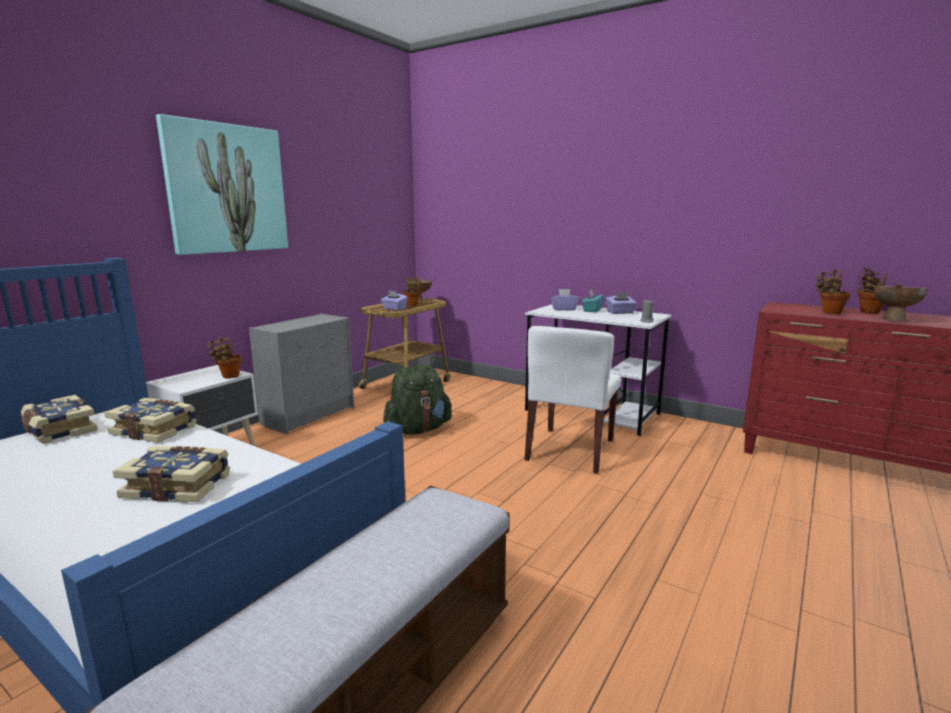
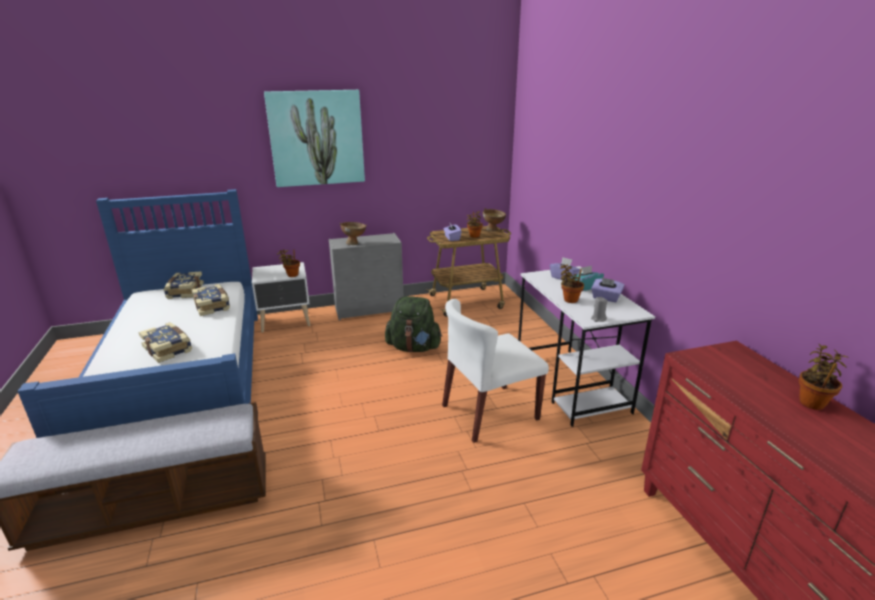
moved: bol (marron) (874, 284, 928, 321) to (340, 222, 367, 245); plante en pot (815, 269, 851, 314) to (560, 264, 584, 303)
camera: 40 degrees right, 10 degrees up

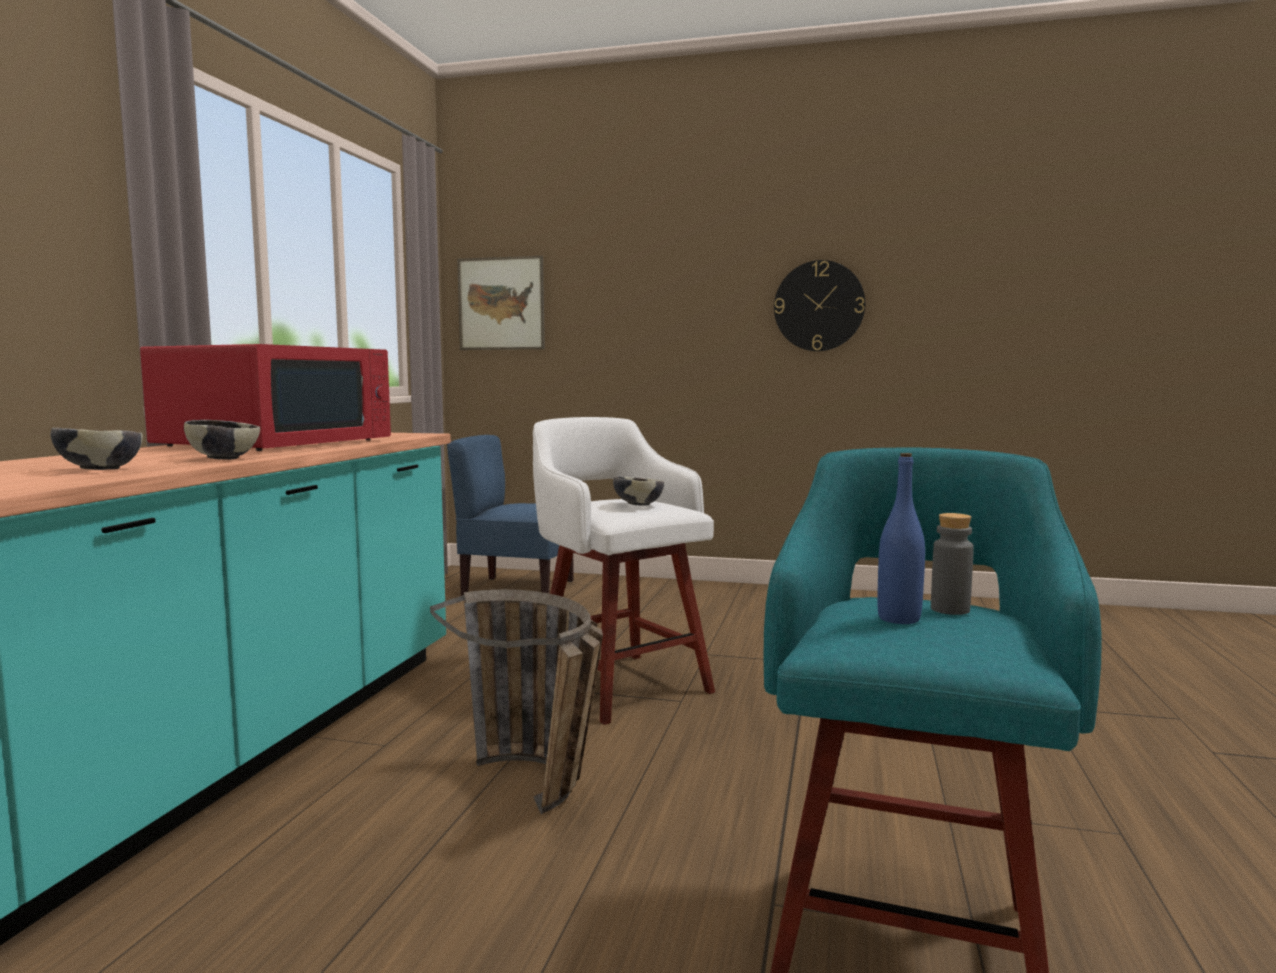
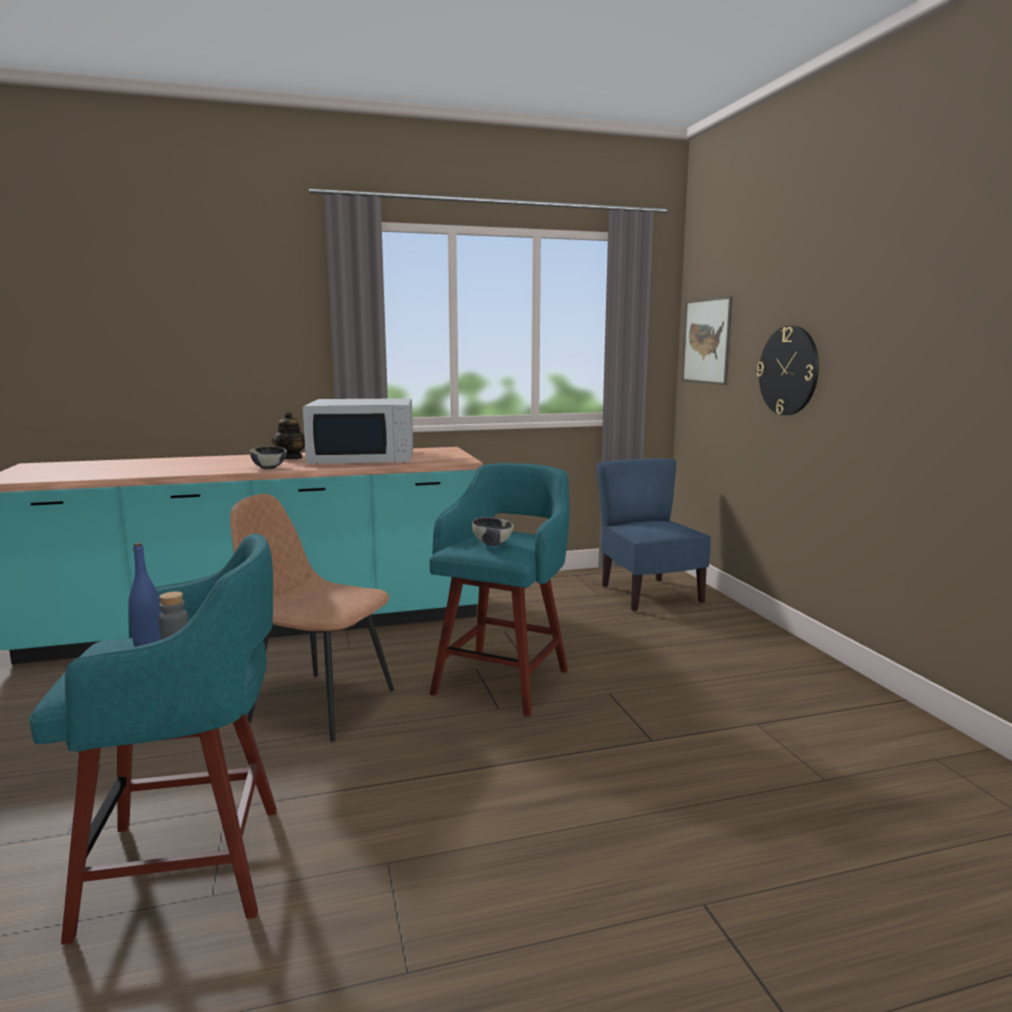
removed: bol (50, 427, 143, 470)
added: théière (272, 412, 305, 459)
moved: horloge murale (774, 260, 865, 351) to (757, 326, 819, 415)
replaced: panier (430, 589, 603, 814) to chaise (marron) (230, 494, 394, 741)
recoloured: micro-ondes (rouge) (140, 344, 391, 451) to micro-ondes (blanc) (303, 398, 413, 464); tabouret (blanc) (533, 417, 715, 725) to tabouret (turquoise) (429, 463, 570, 717)
camera: 60 degrees right, 5 degrees up

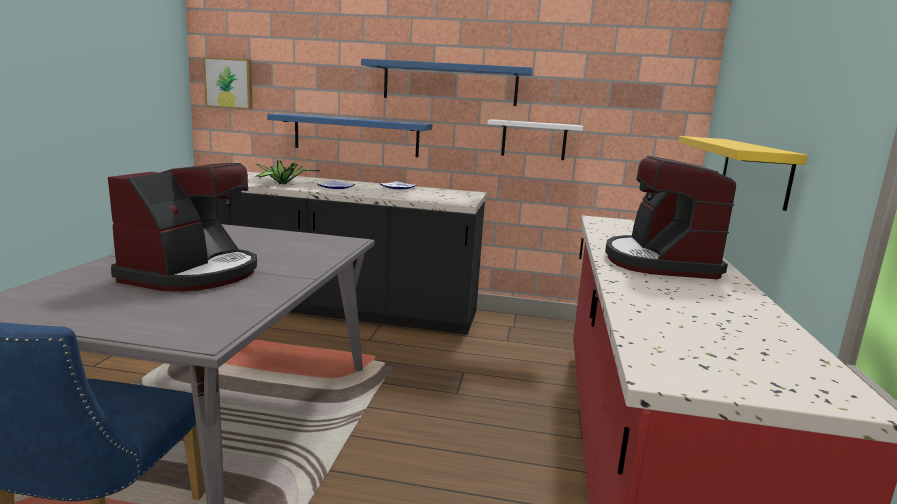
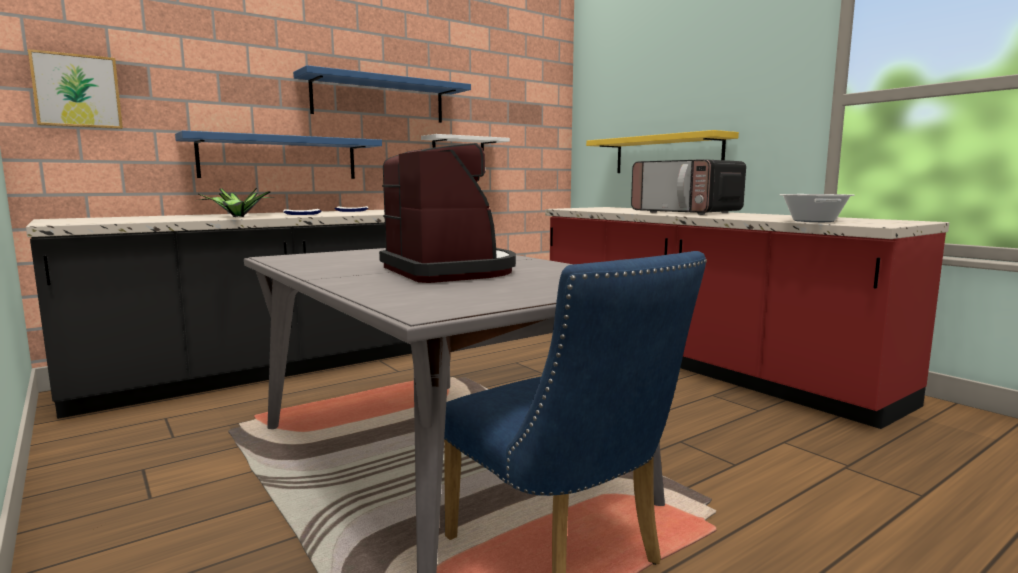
added: marmite (779, 194, 855, 222)
replaced: machine à café (605, 156, 736, 279) to micro-ondes (631, 159, 746, 215)
camera: 45 degrees left, 5 degrees down

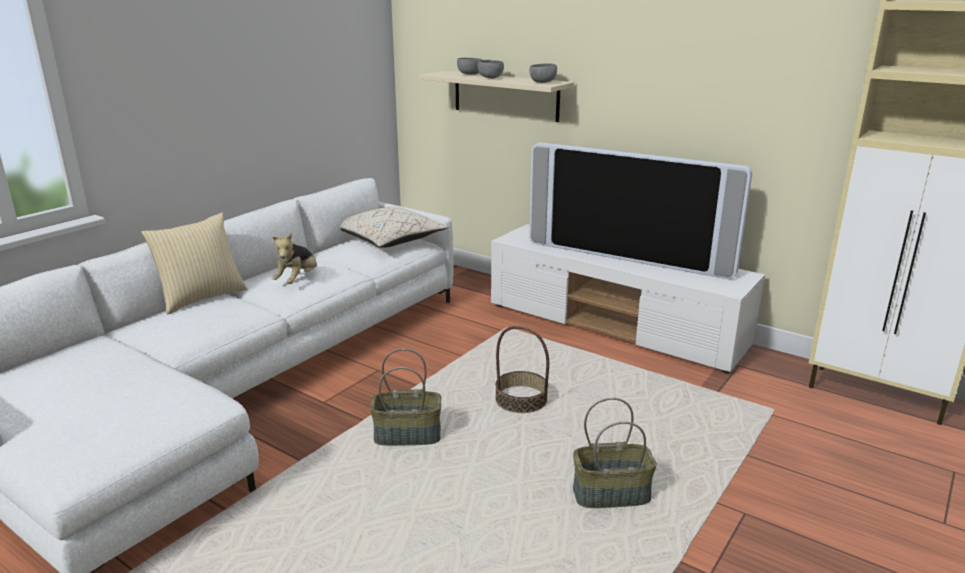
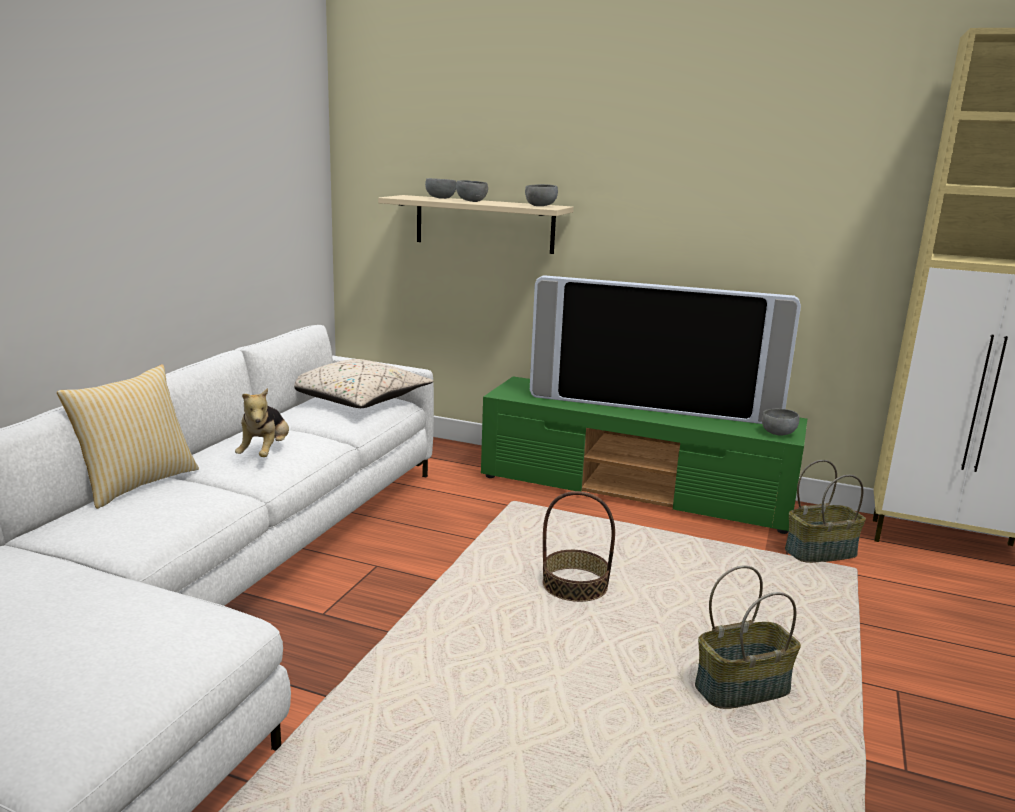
added: bol (gris) (762, 409, 799, 436)
moved: panier (370, 348, 441, 446) to (785, 460, 866, 563)
recoloured: meuble télé (blanc) (491, 224, 765, 374) to meuble télé (vert) (481, 376, 807, 534)
camera: 15 degrees left, 5 degrees down

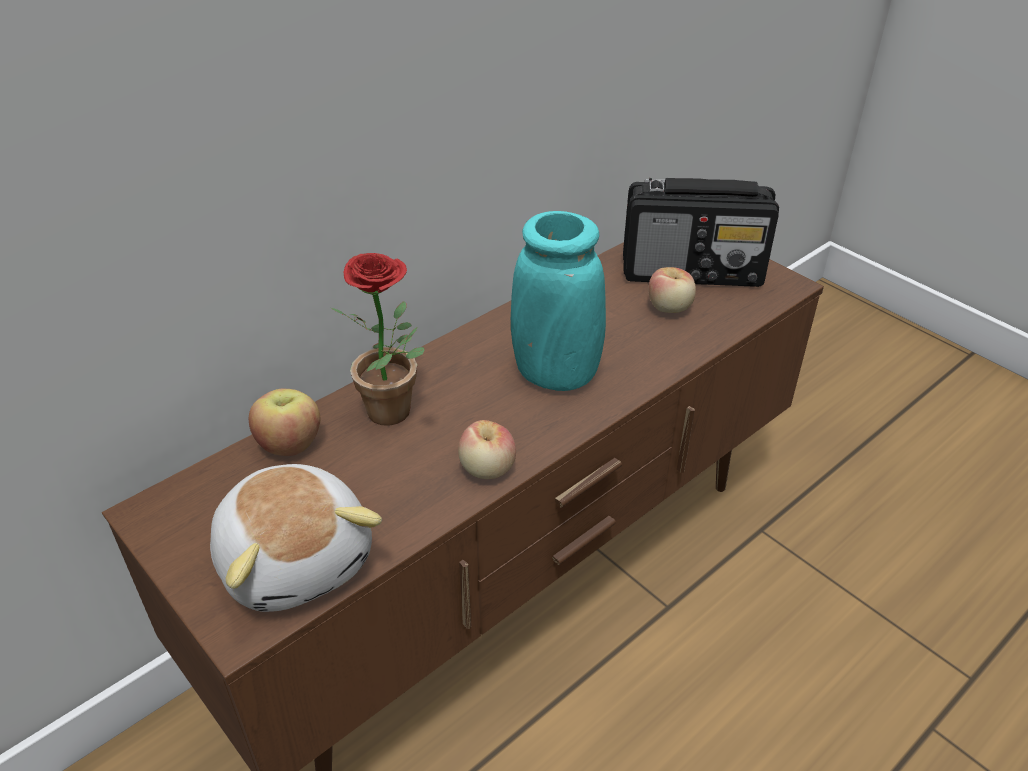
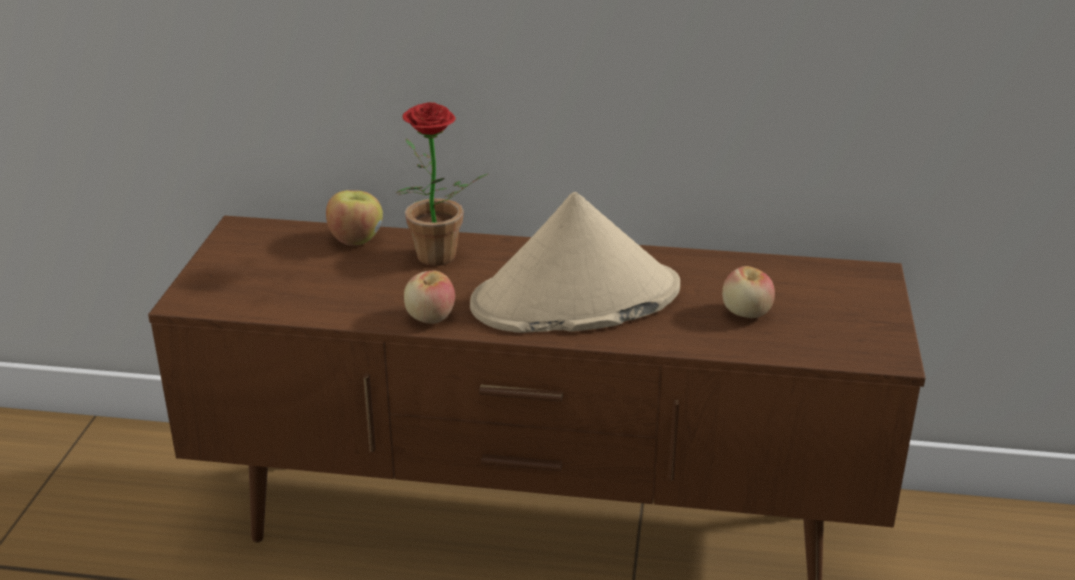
removed: peluche (210, 464, 382, 612); radio (623, 178, 779, 287)
replaced: vase (turquoise) (511, 211, 606, 391) to chapeau (beige) (470, 192, 680, 333)
camera: 50 degrees right, 10 degrees down

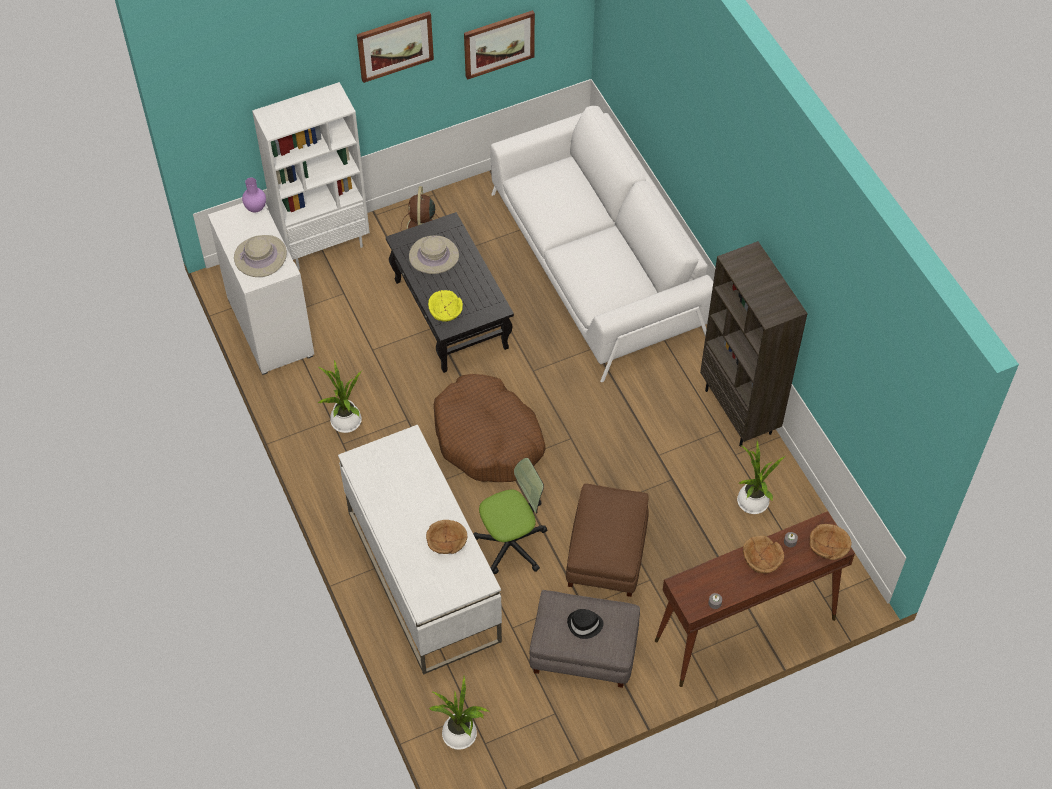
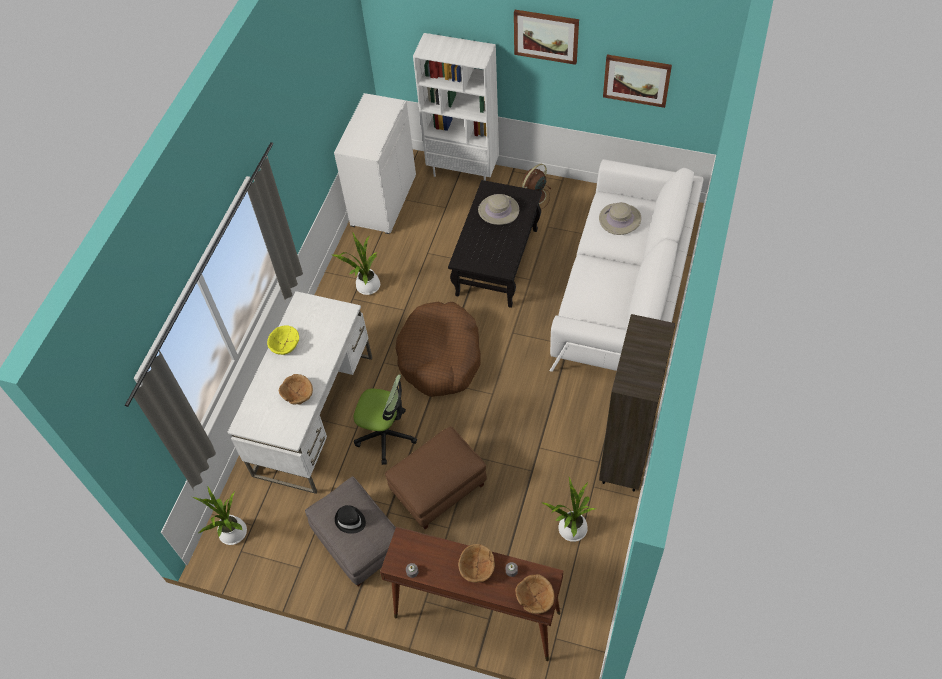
removed: vase (violet) (242, 178, 266, 212)
moved: bol (jaune) (428, 290, 463, 322) to (267, 325, 299, 355); chapeau (beige) (234, 235, 287, 277) to (599, 202, 642, 235)
camera: 45 degrees right, 0 degrees up

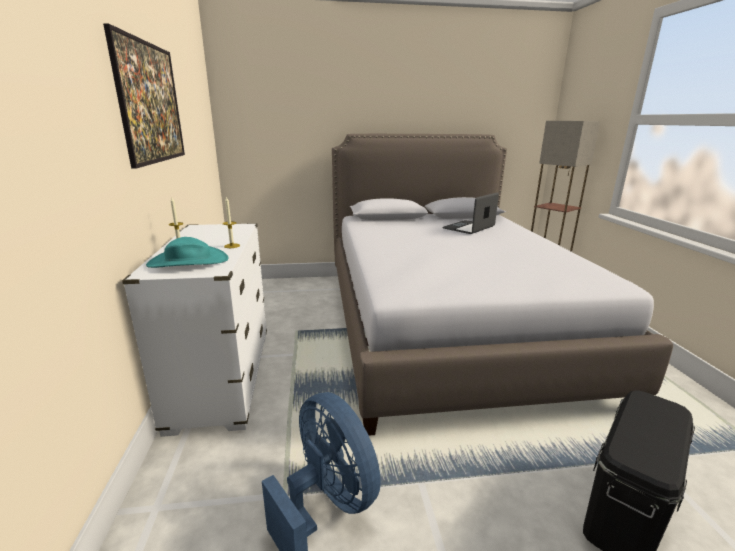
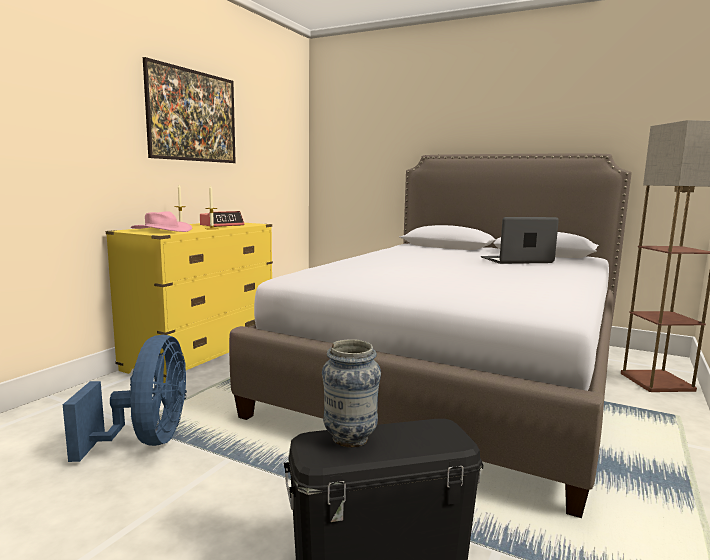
added: réveil (200, 211, 244, 227); vase (322, 339, 381, 447)
recoloured: commode (blanc) (122, 223, 267, 437) to commode (jaune) (106, 223, 273, 383); chapeau (turquoise) (146, 237, 229, 268) to chapeau (rose) (131, 211, 192, 232)
camera: 35 degrees right, 10 degrees down

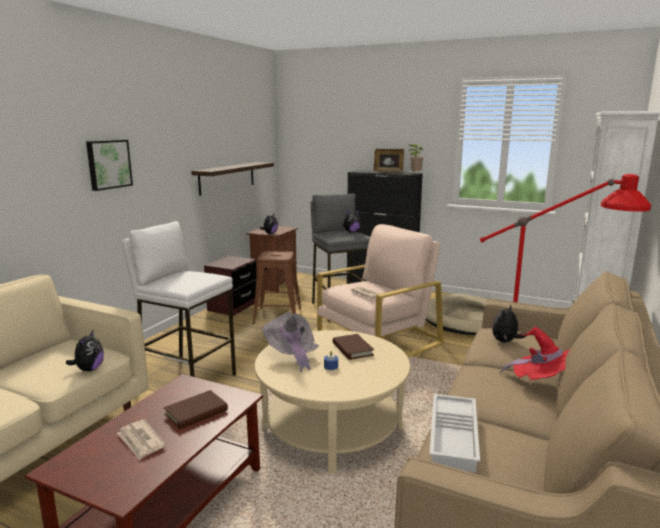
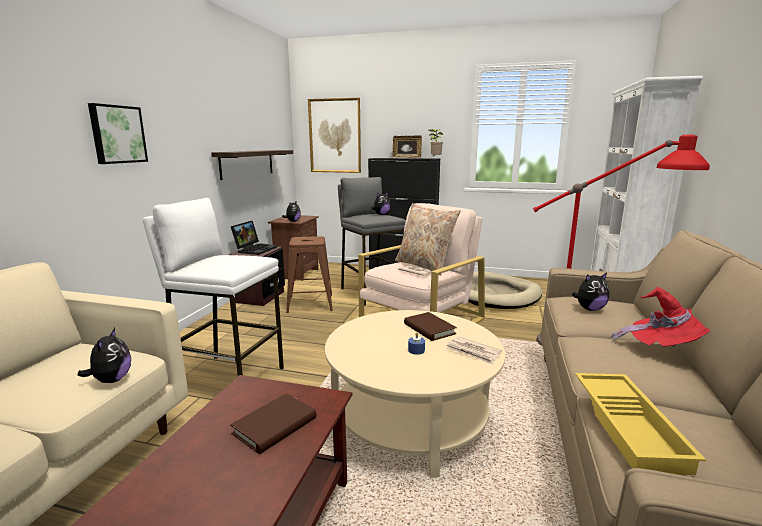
removed: chapeau (gris) (262, 312, 319, 372)
added: ordinateur portable (231, 221, 277, 255); tableau (308, 98, 361, 173); coussin (beige) (395, 203, 461, 275)
moved: journal (116, 419, 166, 460) to (447, 336, 502, 364)
recoloured: plateau (blanc) (429, 394, 480, 473) to plateau (jaune) (575, 373, 706, 475)
turned: peluche (492, 304, 527, 343) = (572, 273, 609, 311) 135 degrees counterclockwise
camera: 10 degrees left, 0 degrees up

